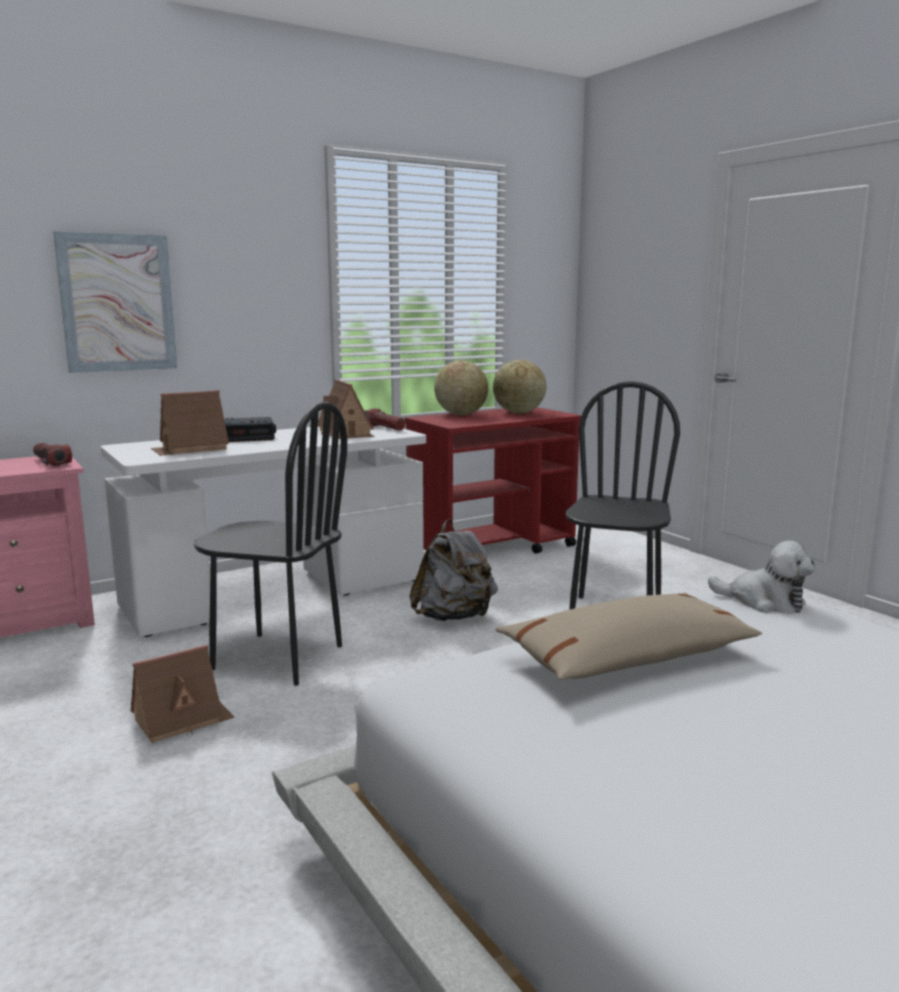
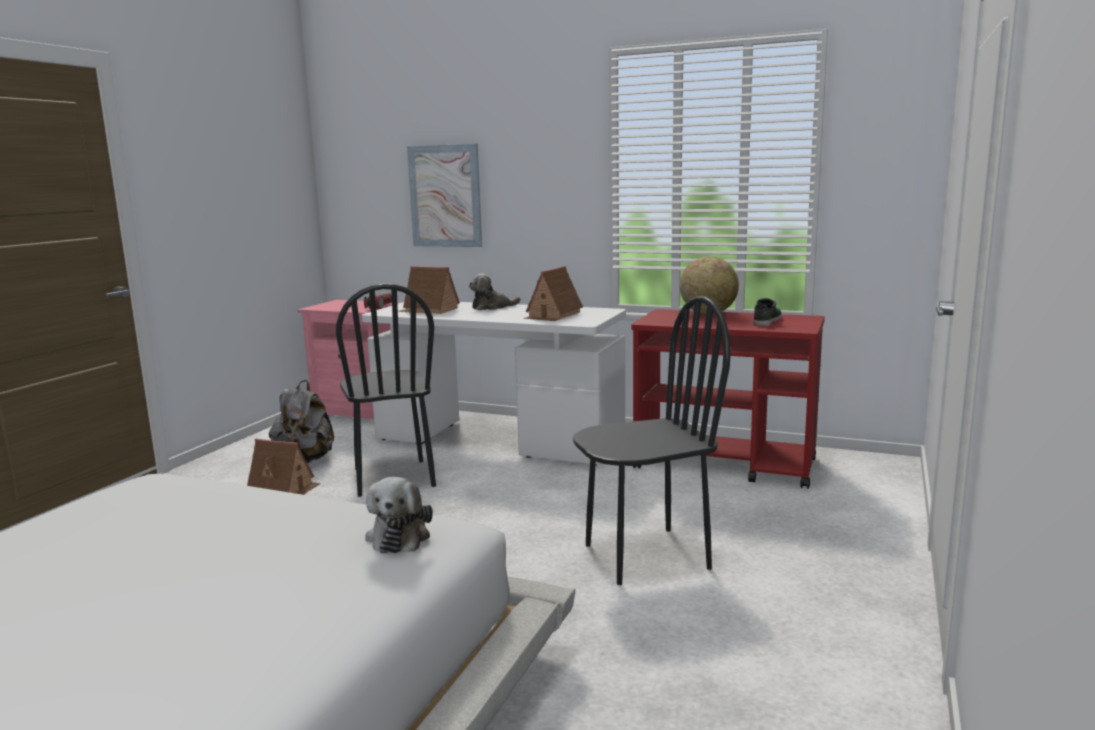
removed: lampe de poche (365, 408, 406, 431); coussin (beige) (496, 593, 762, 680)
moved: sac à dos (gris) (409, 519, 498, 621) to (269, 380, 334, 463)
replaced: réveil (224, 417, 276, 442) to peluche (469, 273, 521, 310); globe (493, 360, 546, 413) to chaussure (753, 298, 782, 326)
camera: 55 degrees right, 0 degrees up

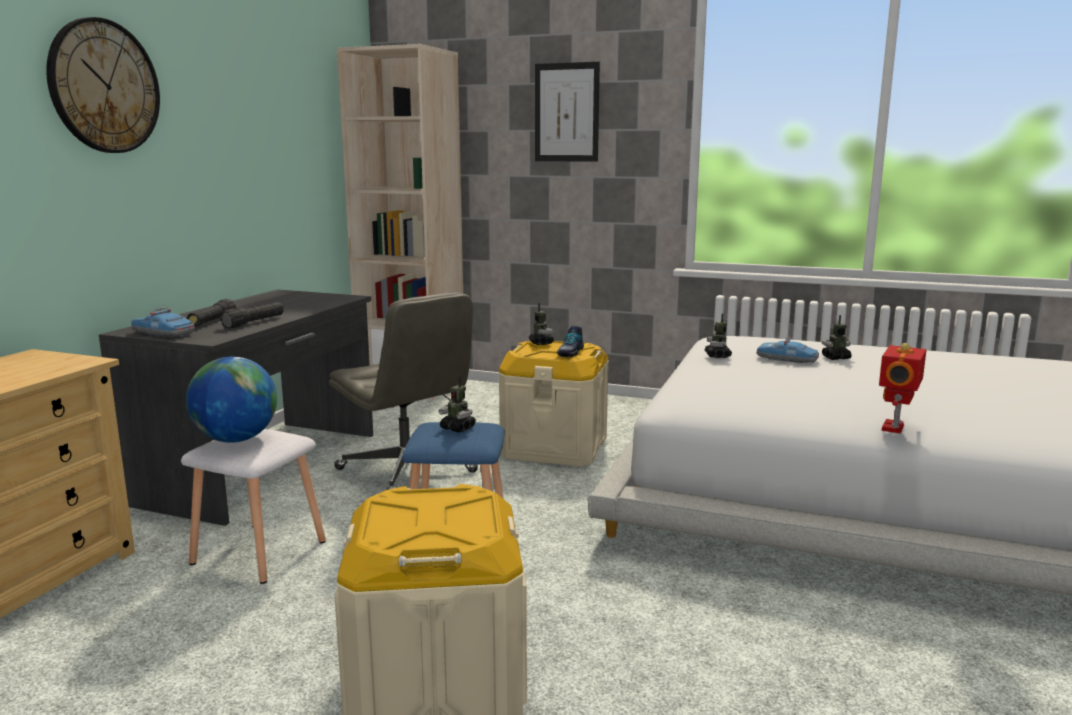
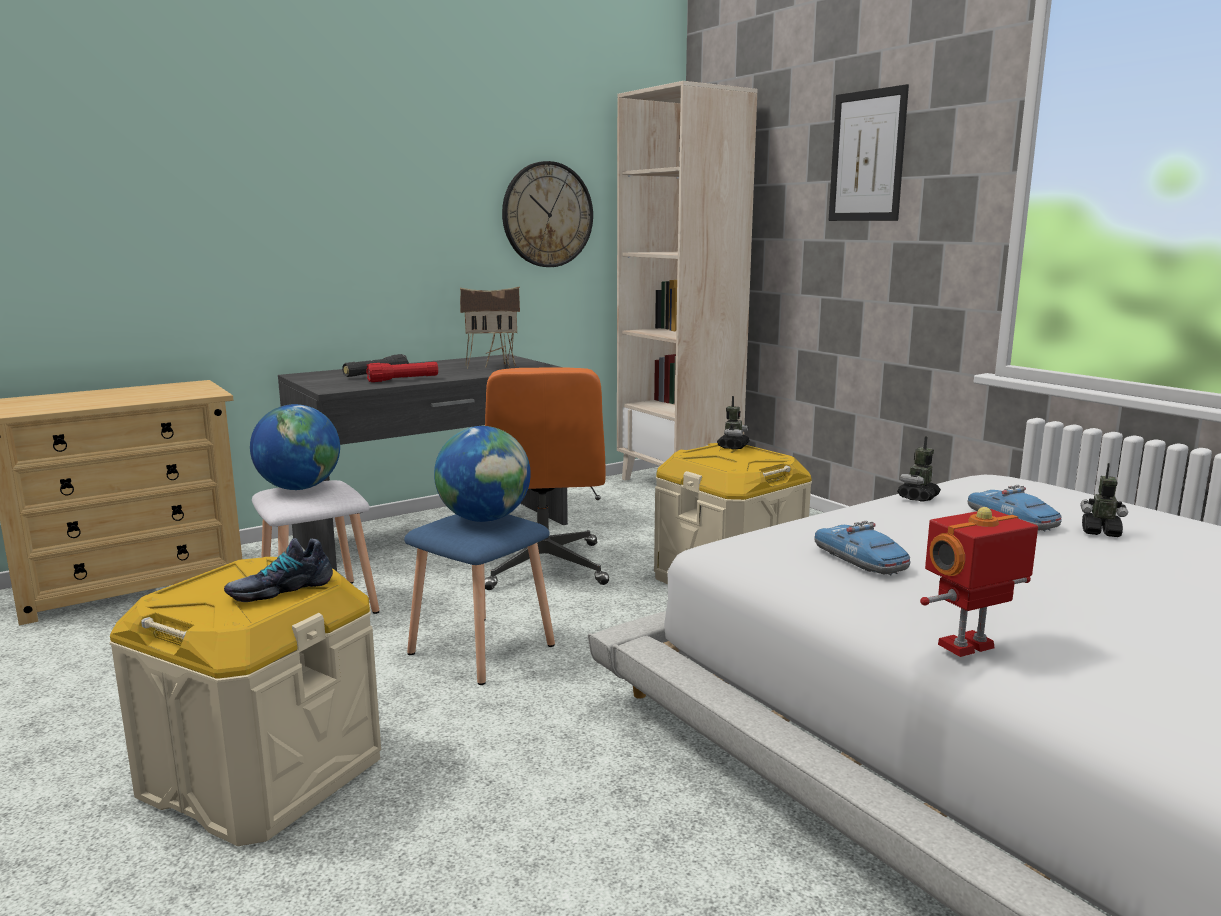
added: maison miniature (460, 286, 520, 369)
moved: chaussure (556, 326, 584, 358) to (224, 538, 333, 603); horloge murale (46, 17, 160, 153) to (502, 161, 593, 267); petite voiture (131, 307, 195, 337) to (815, 521, 911, 575)
replaced: robot jouet (439, 376, 476, 432) to globe (434, 426, 531, 522)
recoloured: lampe de poche (noir) (220, 302, 284, 329) to lampe de poche (rouge) (366, 362, 438, 382); chaise de bureau (gris) (329, 292, 478, 490) to chaise de bureau (orange) (485, 367, 609, 590)
camera: 35 degrees right, 0 degrees up

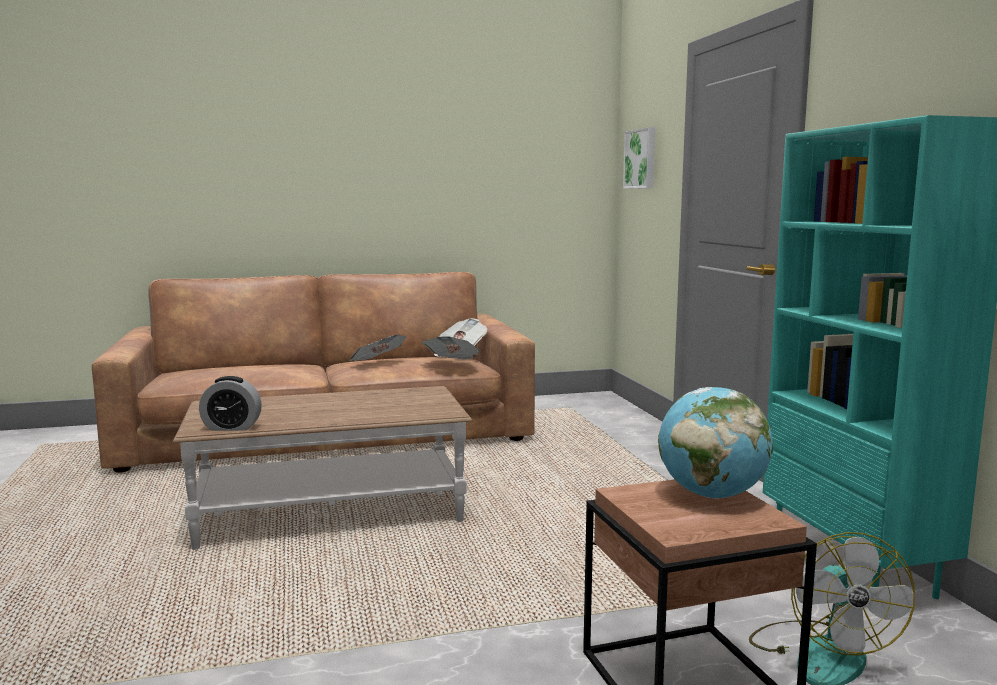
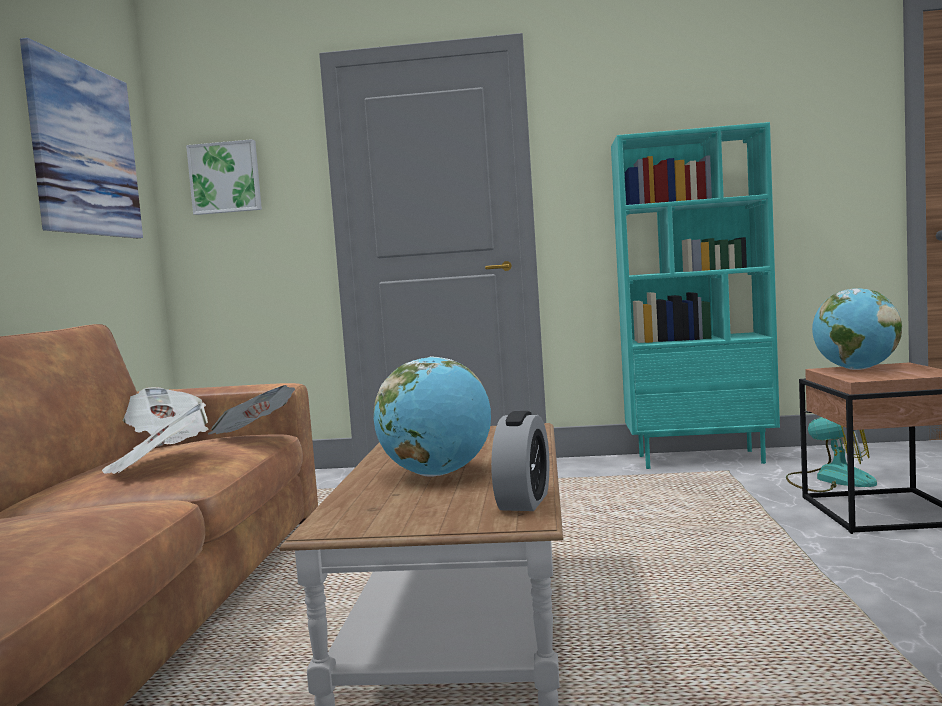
added: tableau (20, 38, 143, 238); globe (374, 356, 491, 477)
camera: 70 degrees left, 5 degrees down

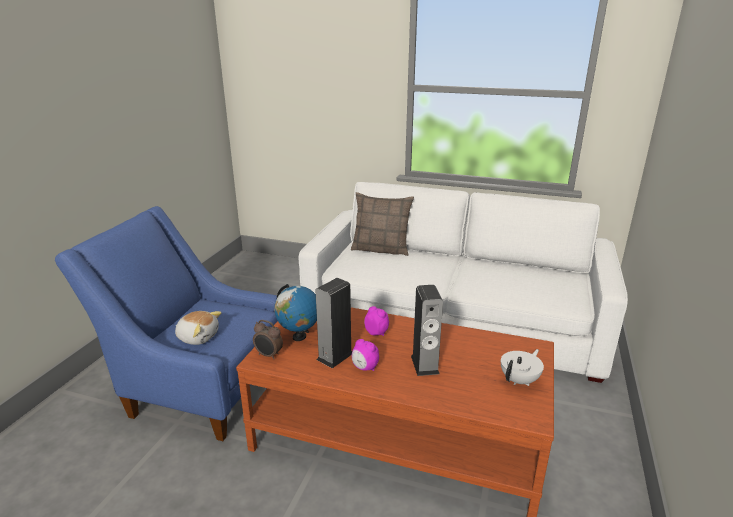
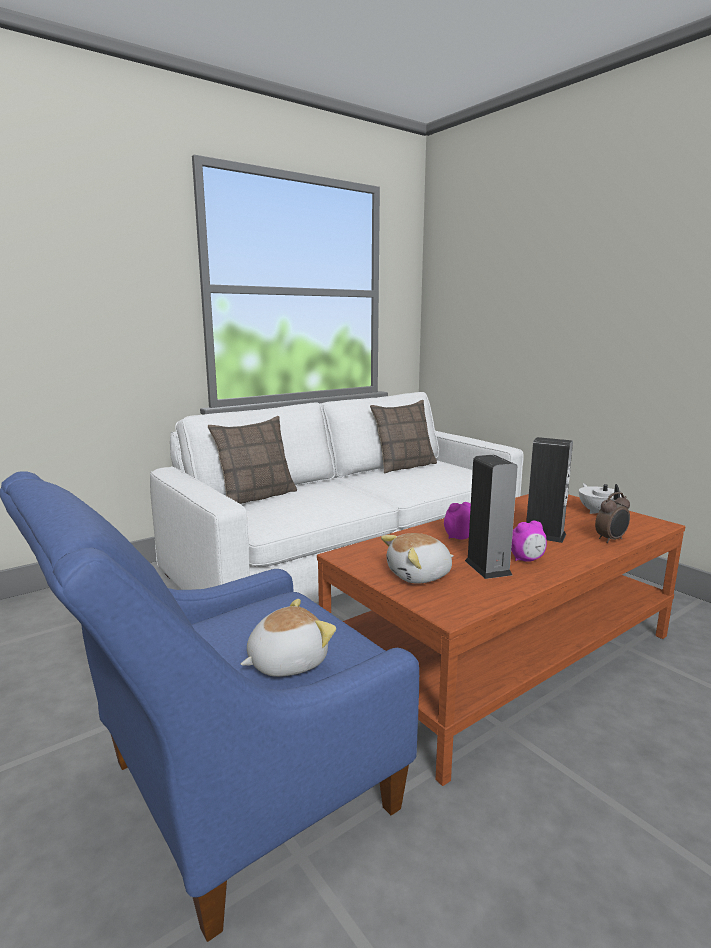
added: coussin (370, 400, 437, 474)
moved: réveil (253, 320, 283, 359) to (595, 492, 630, 543)
replaced: globe (274, 284, 317, 341) to peluche (381, 533, 454, 584)
camera: 55 degrees left, 10 degrees down

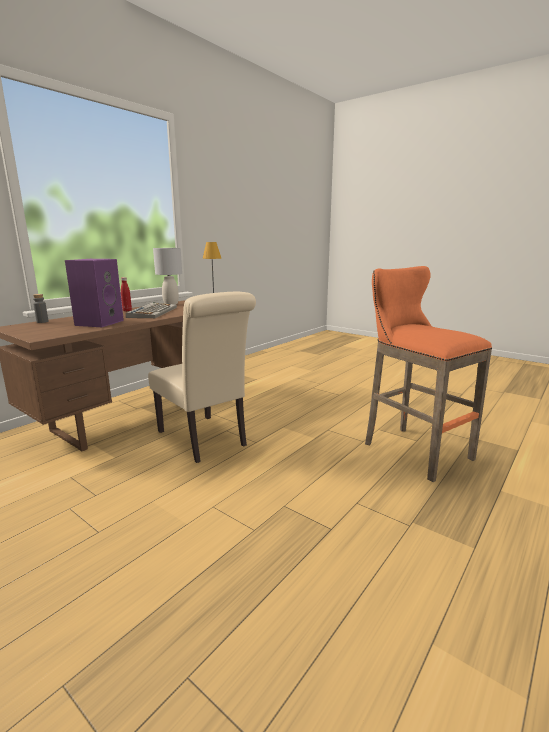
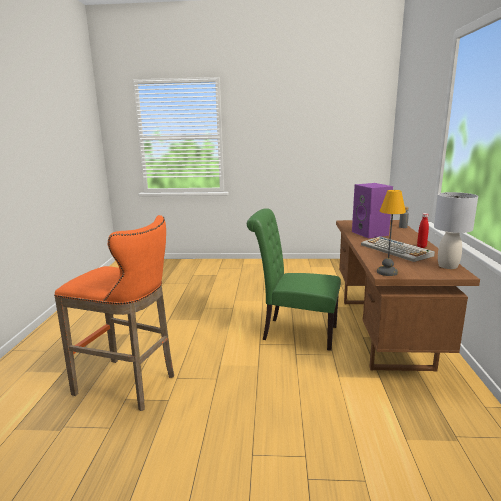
recoloured: chaise (beige) (148, 292, 256, 463) to chaise (vert) (247, 208, 341, 351)
camera: 145 degrees right, 0 degrees up

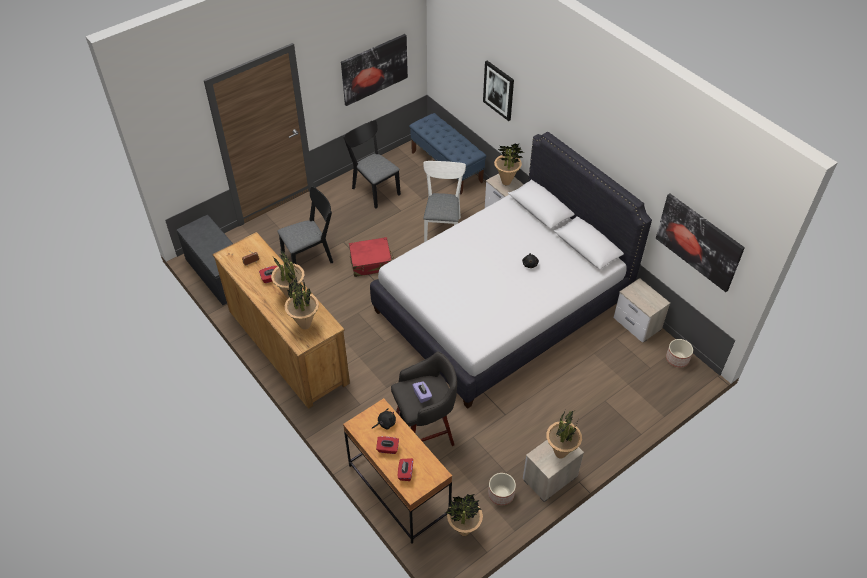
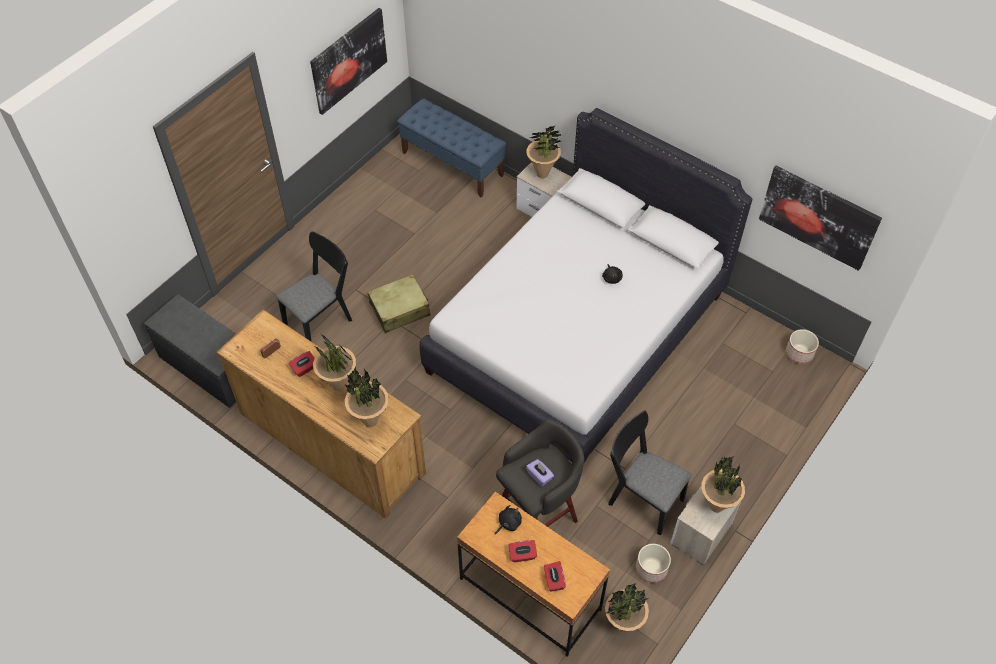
removed: chaise (blanc) (423, 161, 466, 242); tableau (483, 61, 514, 121); table de chevet (614, 278, 670, 343)
moved: chaise (noir) (344, 120, 401, 208) to (608, 411, 692, 536)
recoloured: valise (rouge) (349, 237, 394, 277) to valise (beige) (368, 274, 430, 333)
camera: 15 degrees left, 5 degrees up

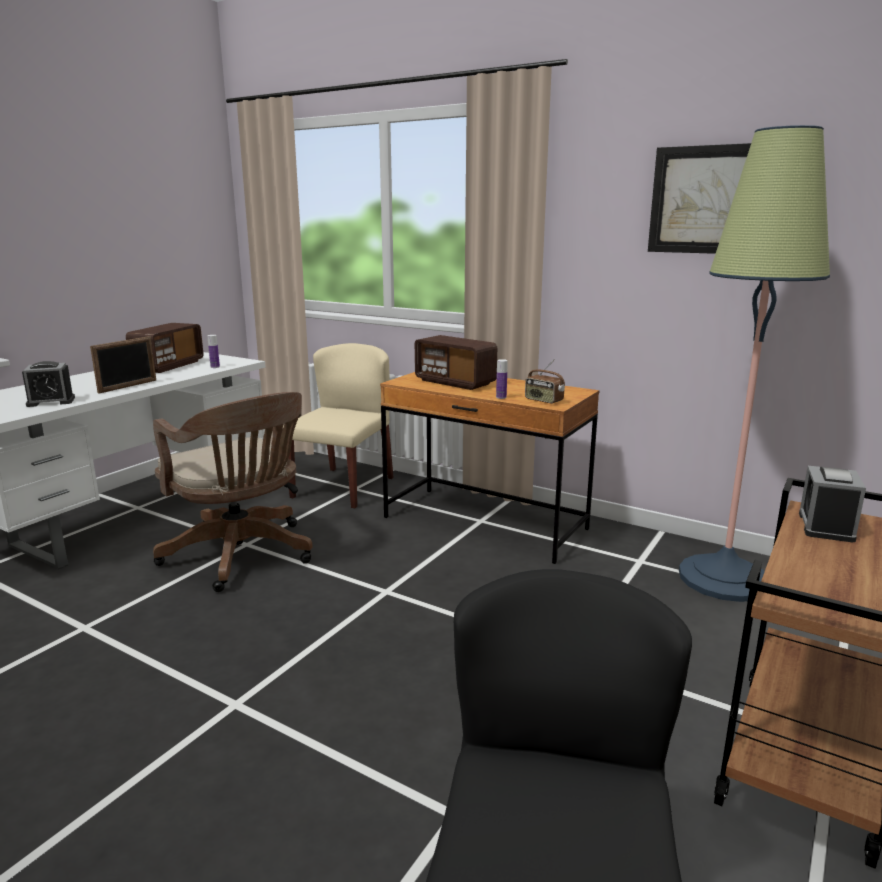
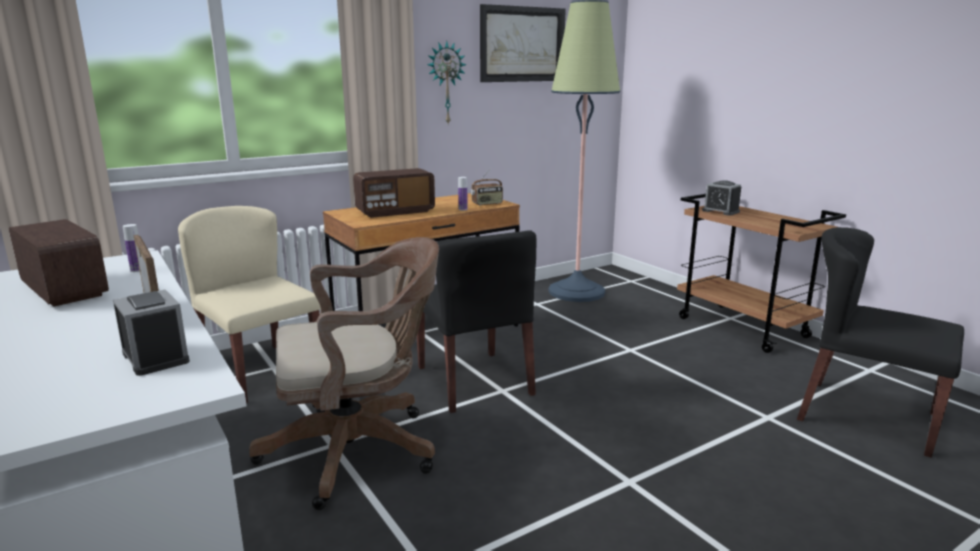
added: chaise (noir) (417, 230, 536, 413); horloge murale (427, 41, 466, 124)
turned: réveil (22, 361, 75, 407) = (113, 290, 190, 376) 45 degrees counterclockwise
camera: 65 degrees left, 0 degrees up

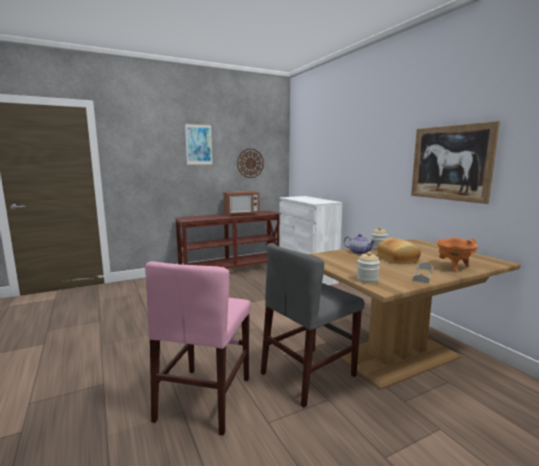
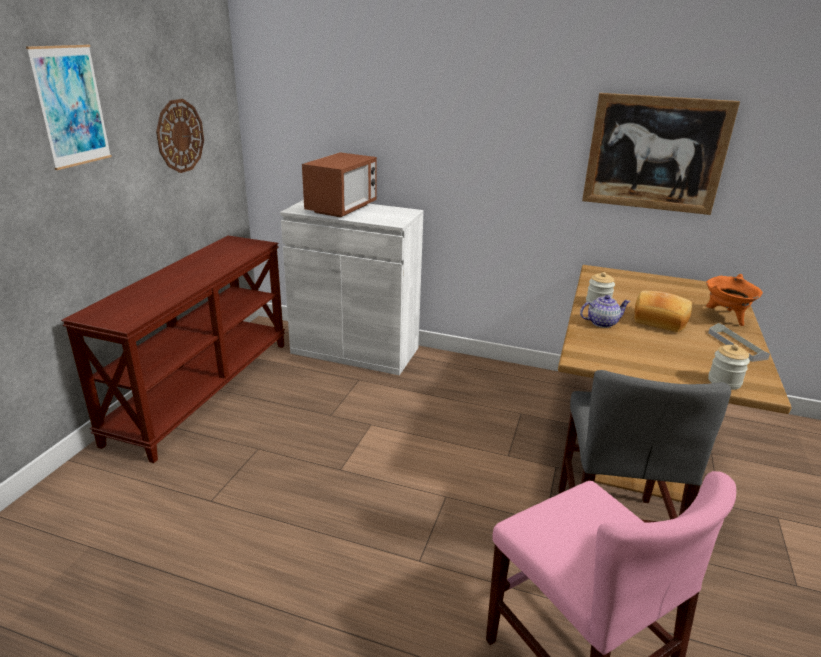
moved: micro-ondes (223, 191, 259, 216) to (302, 152, 377, 217)
camera: 45 degrees left, 15 degrees up

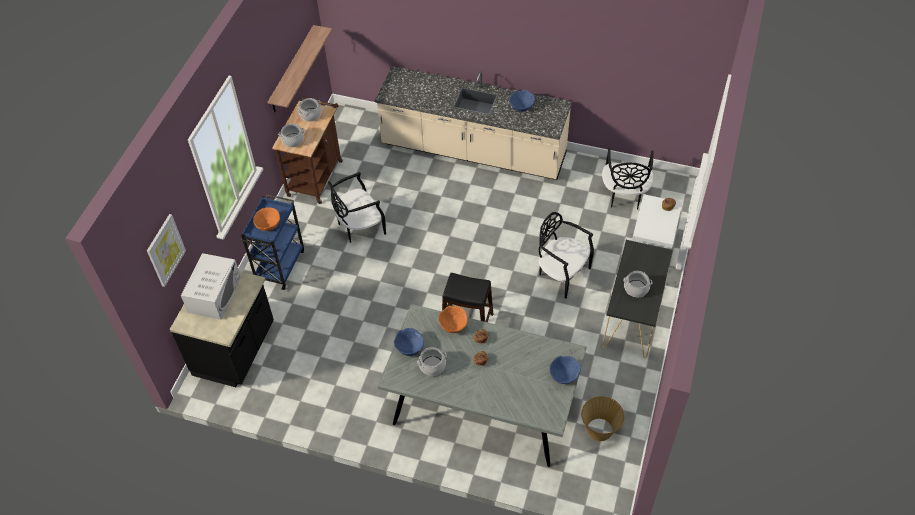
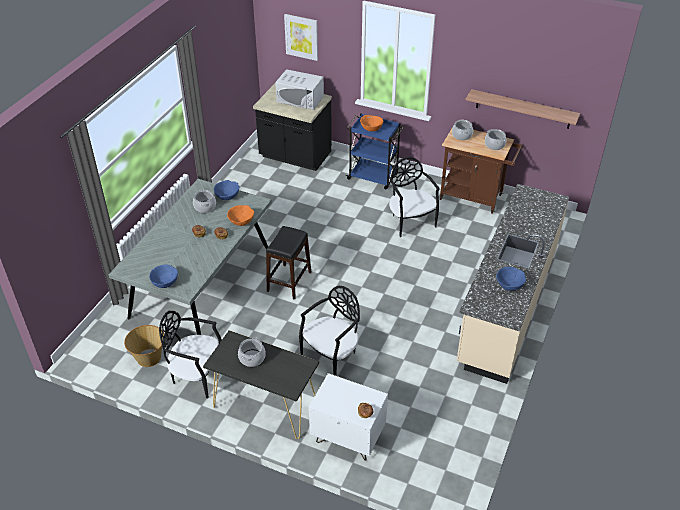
moved: chaise (noir) (602, 147, 654, 210) to (159, 311, 222, 398)
camera: 95 degrees right, 10 degrees down

